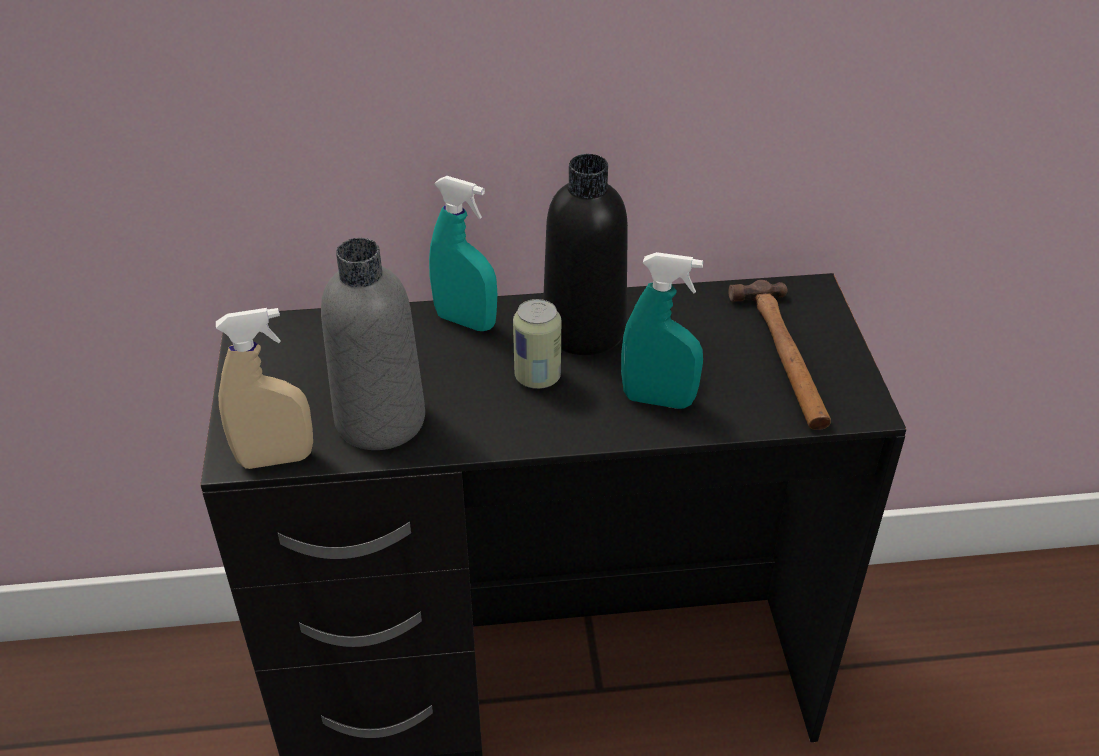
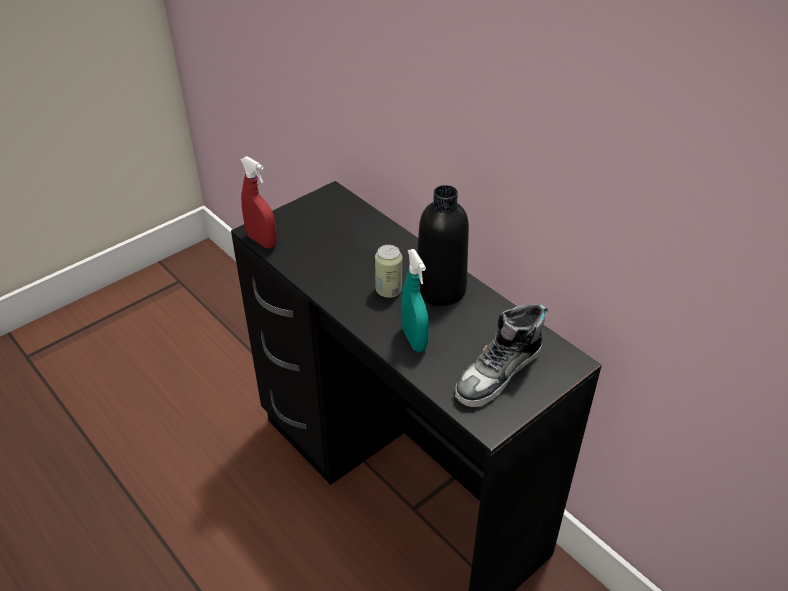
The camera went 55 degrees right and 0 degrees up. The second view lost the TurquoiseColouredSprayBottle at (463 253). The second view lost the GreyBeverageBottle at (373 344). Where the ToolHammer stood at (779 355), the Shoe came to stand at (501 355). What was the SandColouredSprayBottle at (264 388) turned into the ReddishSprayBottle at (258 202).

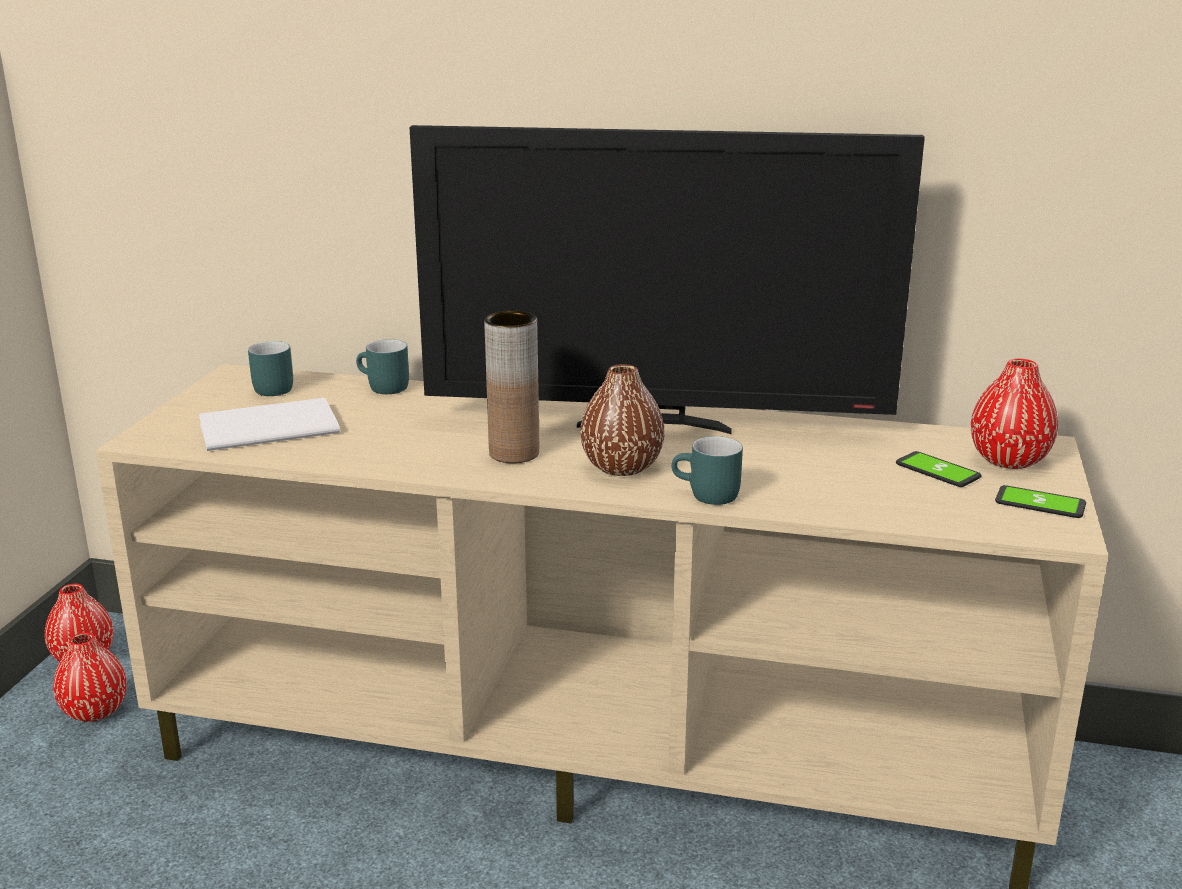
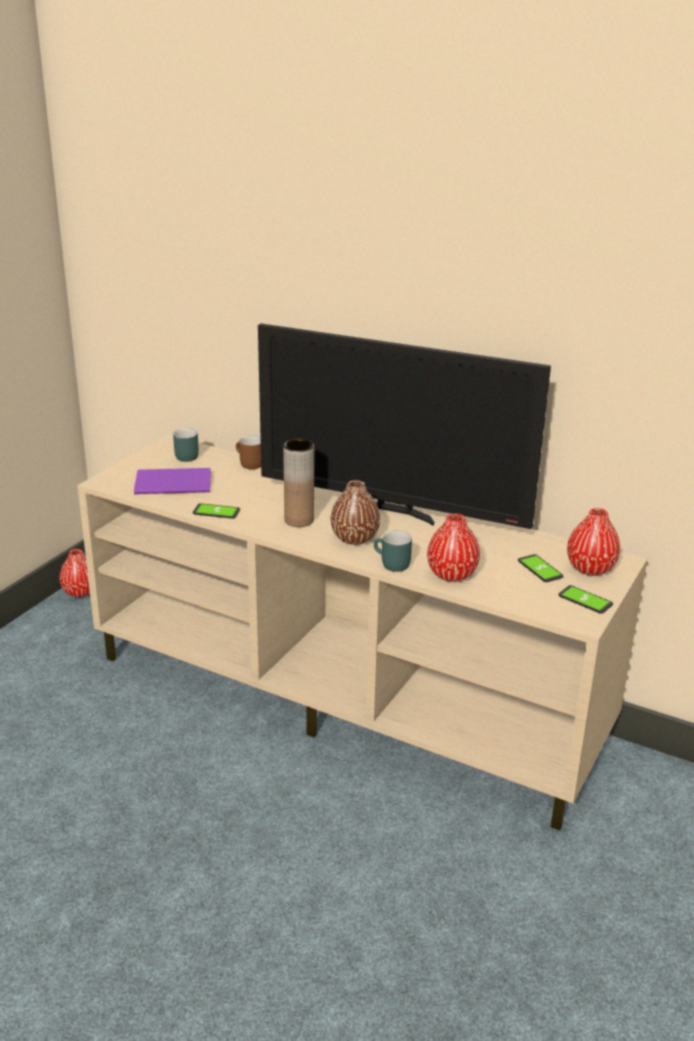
The camera went 15 degrees right and 5 degrees up. What was the TurquoiseColouredCoffeeMug at (382 366) turned into the BrownColouredCoffeeMug at (248 452). What was the WhiteColouredVolume at (269 424) turned into the PurpleVolume at (172 481). The ReddishVase ended up elsewhere, having gone from (90 677) to (453 547). The second view gained the Telephone at (216 511).

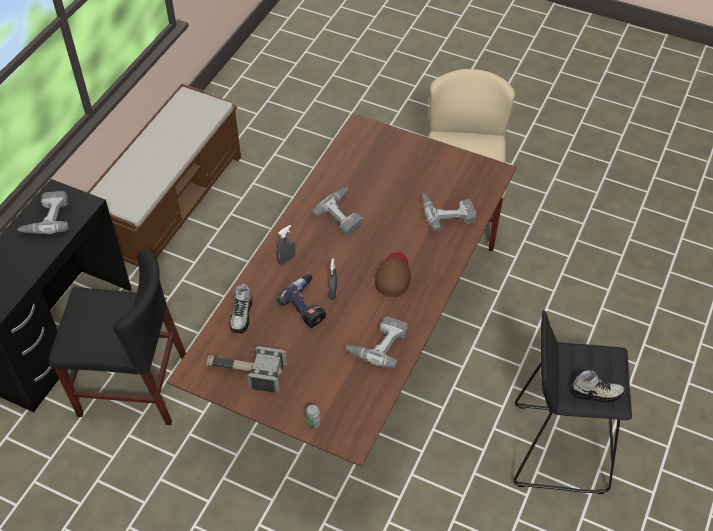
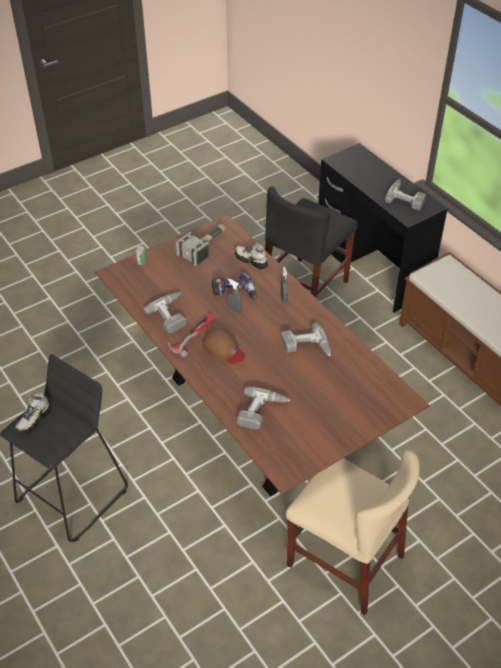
The camera went 120 degrees right and 5 degrees down. The second view gained the ToolHammer at (191 335).

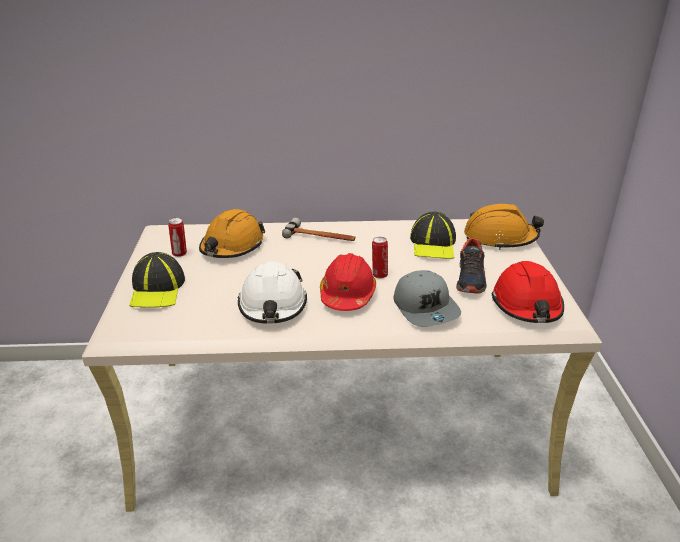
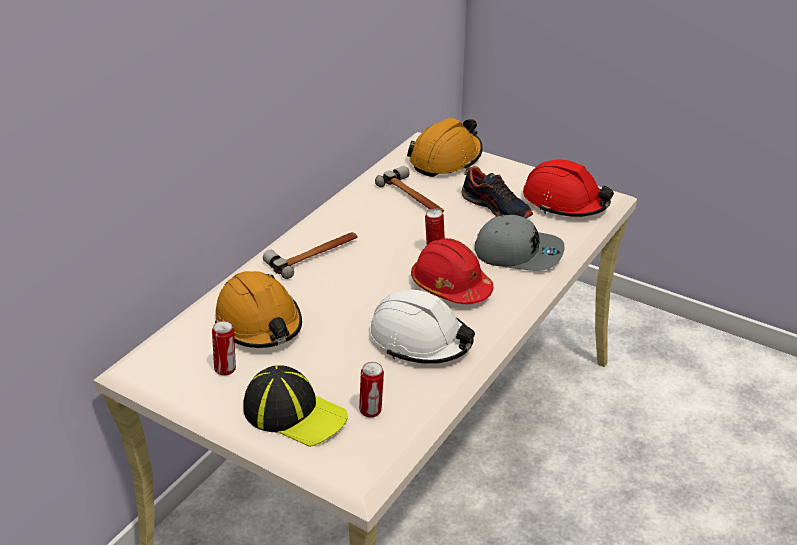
The camera went 55 degrees left and 5 degrees up. Where the BaseballCap stood at (433 235), the ToolHammer came to stand at (409 189). The second view gained the SealedCan at (371 390).

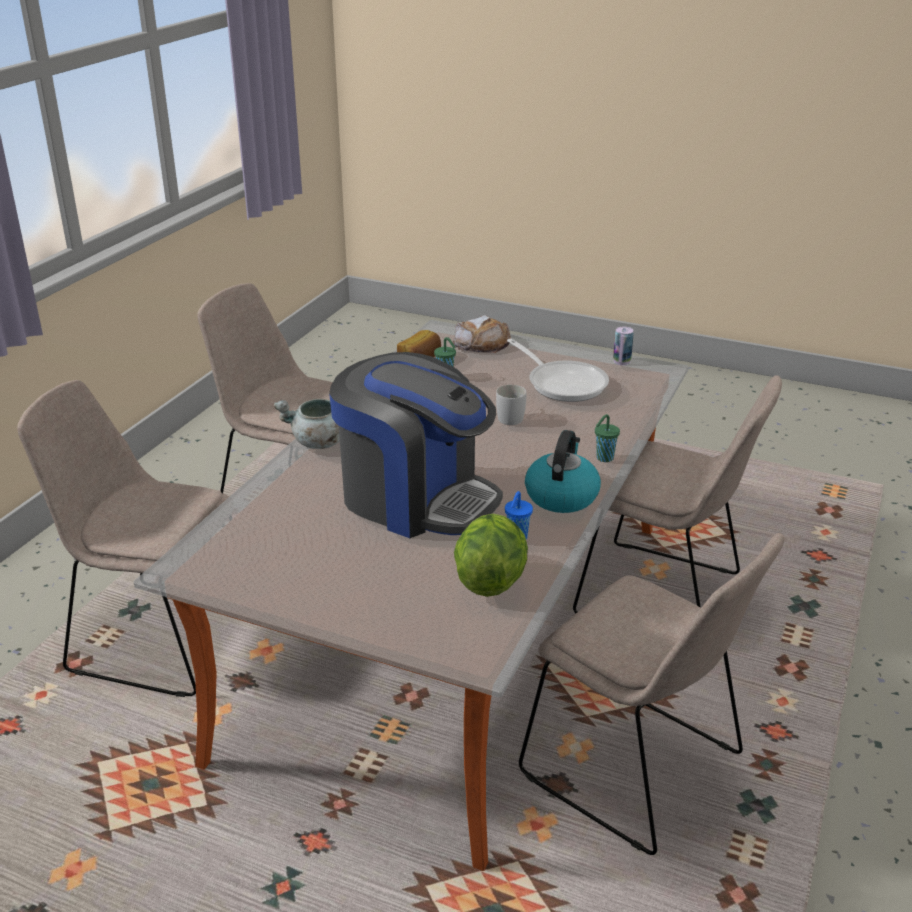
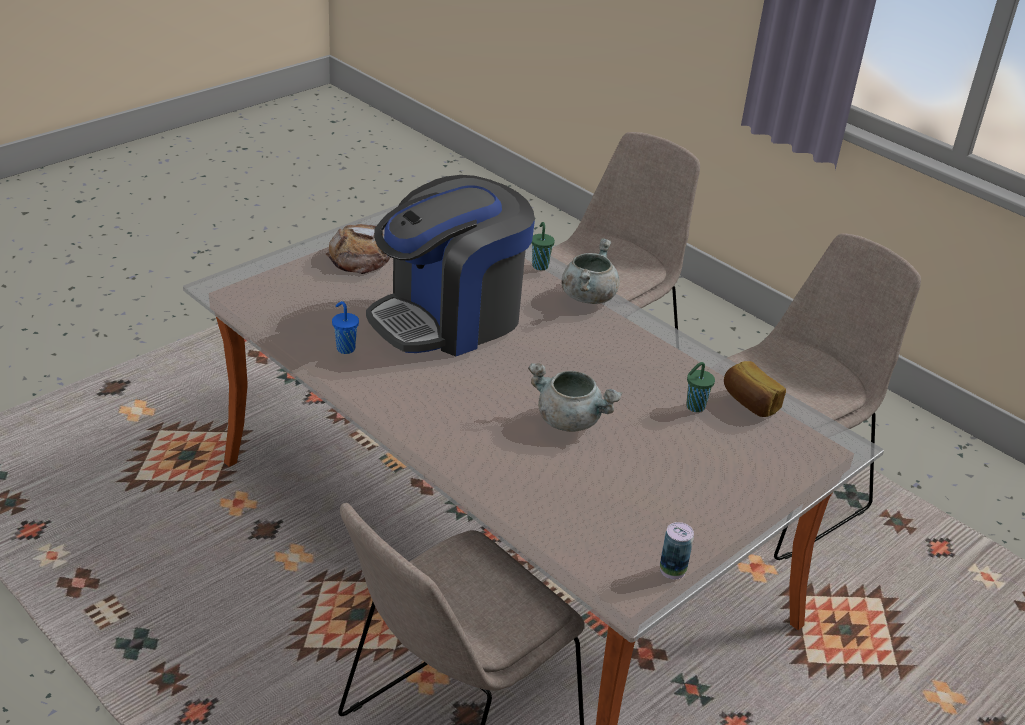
The camera went 110 degrees right and 5 degrees up. The Bread ended up elsewhere, having gone from (482 334) to (358 249). The second view lost the Skillet at (558 370). Where the WhiteColouredCoffeeMug stood at (511 405), the GreyStockpot came to stand at (575 397). The GreenColouredDrinkingCup ended up elsewhere, having gone from (607 438) to (543 246). The second view lost the Kettle at (563 471). The second view lost the LettuceHead at (491 555). The second view lost the SandColouredUprightChair at (651 694).

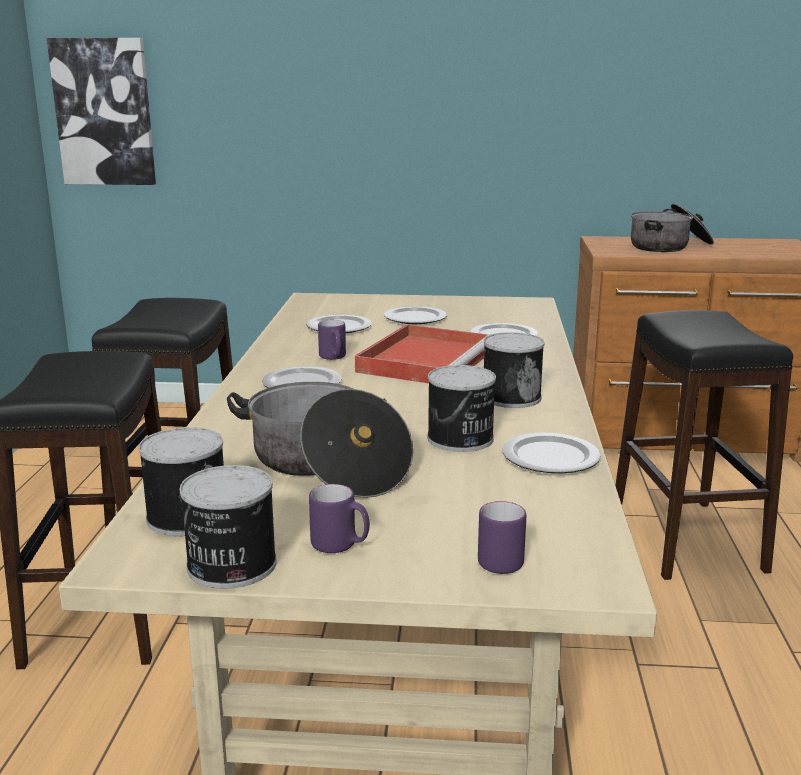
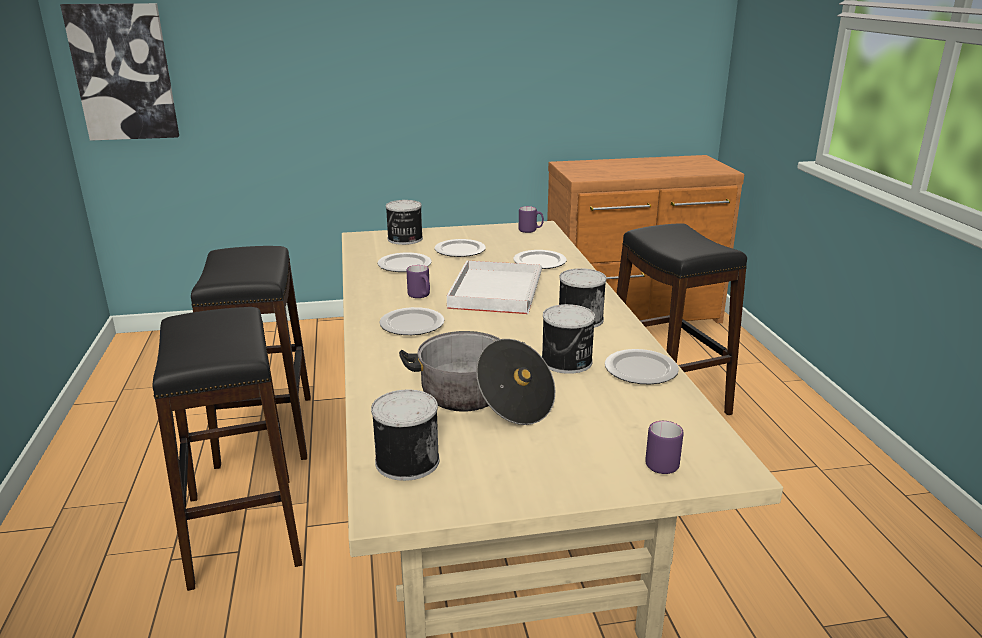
The camera went 15 degrees left and 5 degrees up. The second view lost the Stockpot at (672 228). What was the ReddishServingTray at (423 353) turned into the WhiteColouredServingTray at (494 287). The SealedCan ended up elsewhere, having gone from (228 527) to (404 222). The PurpleCoffeeMug ended up elsewhere, having gone from (339 518) to (531 219).

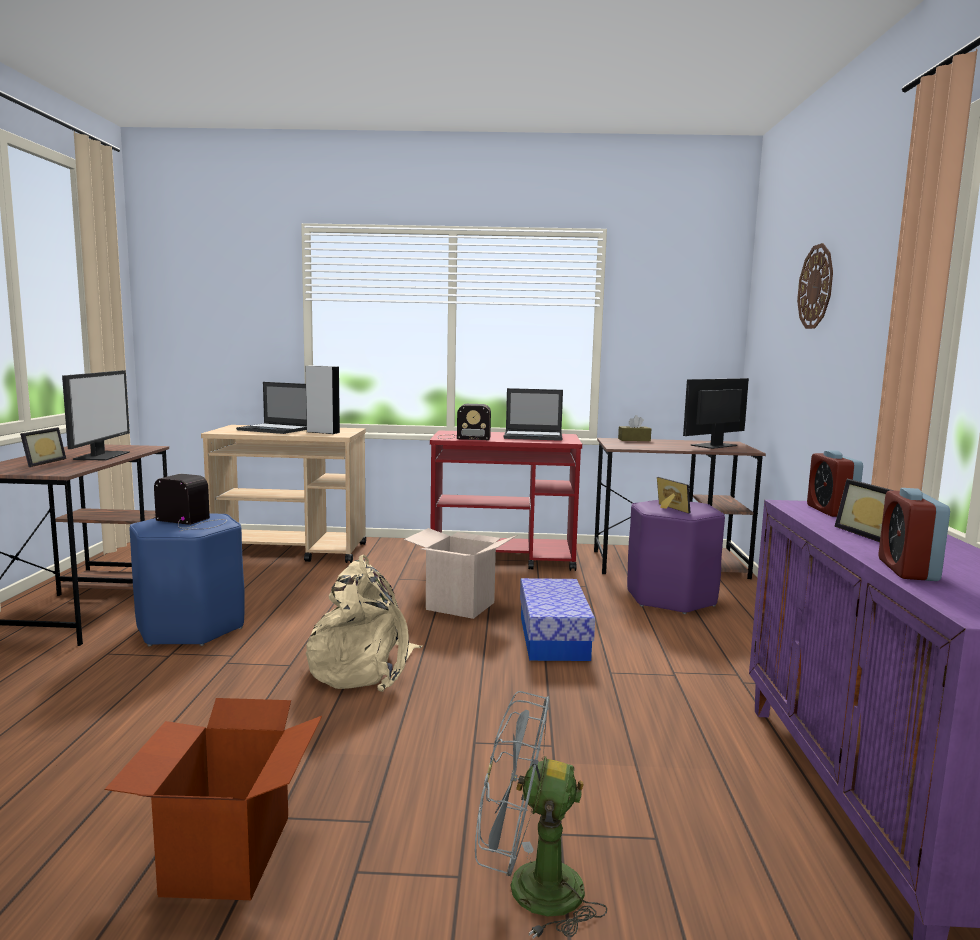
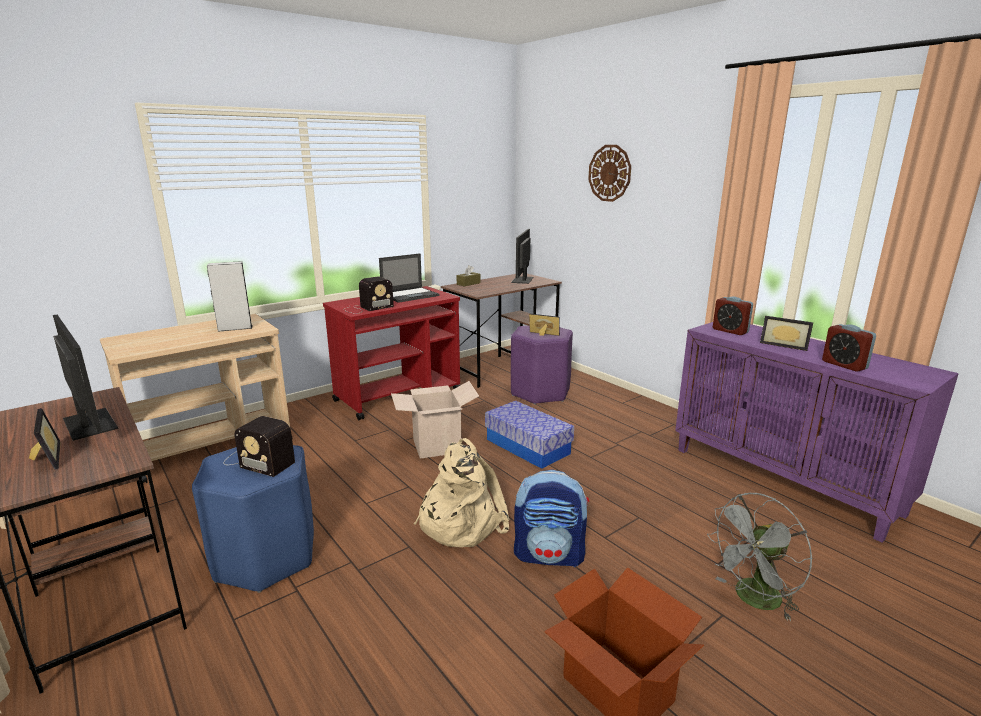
The camera went 40 degrees left and 10 degrees up. The second view lost the Laptop at (271 408). The Radio at (190 502) ended up facing another way, 135 degrees counterclockwise from before. The second view gained the Rucksack at (551 518).

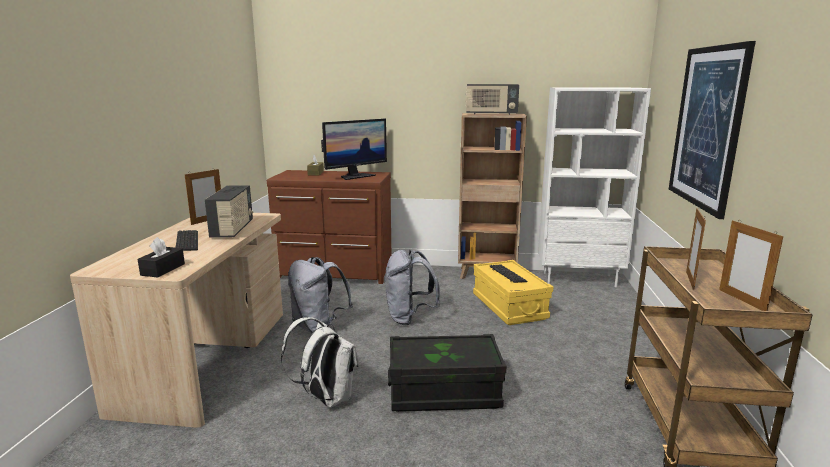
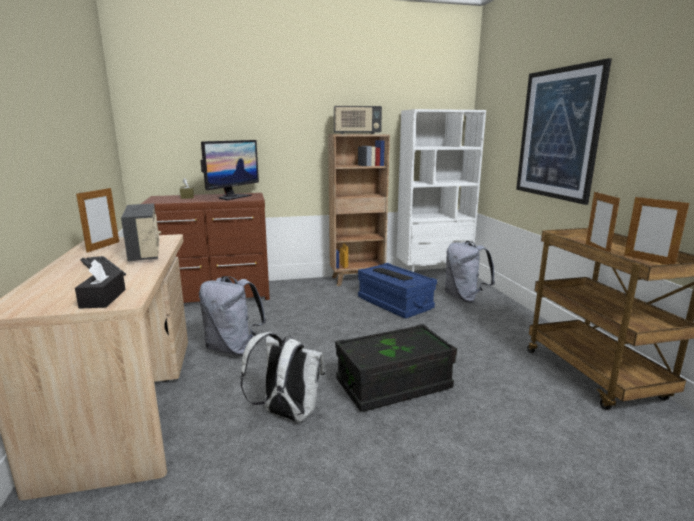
The camera went 20 degrees left and 0 degrees up. The GreyRucksack ended up elsewhere, having gone from (412 287) to (470 272). What was the YellowishStorageContainer at (513 292) turned into the BlueColouredStorageContainer at (397 290).

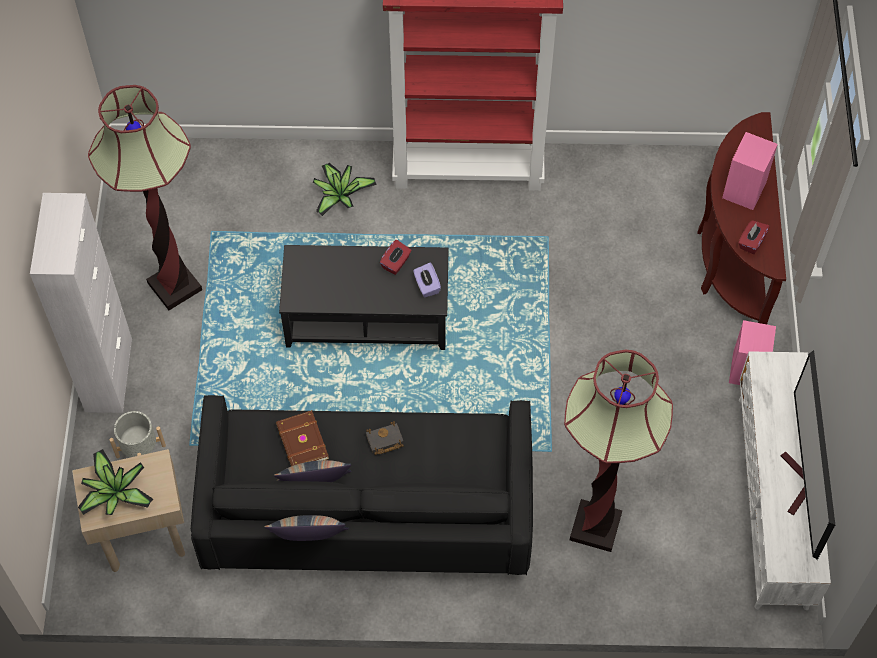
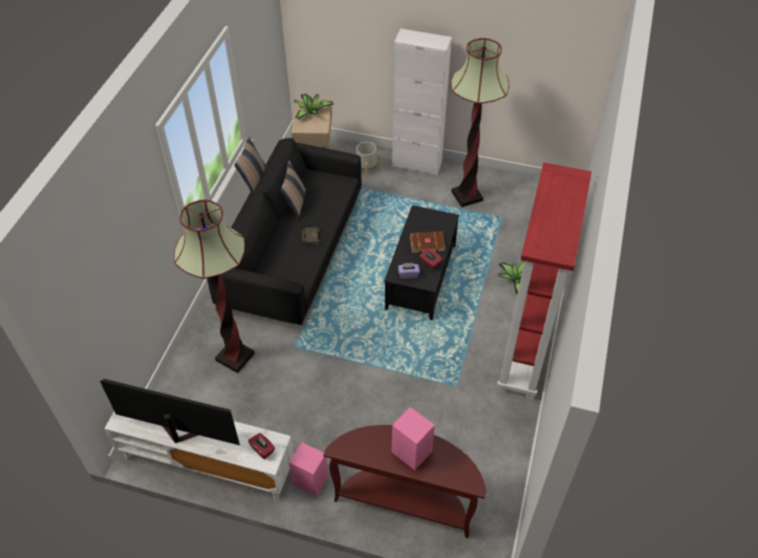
The camera went 105 degrees right and 10 degrees down. The ReddishBoxOfTissues ended up elsewhere, having gone from (754 237) to (261 446). The BrownColouredVolume ended up elsewhere, having gone from (302 438) to (428 242).

